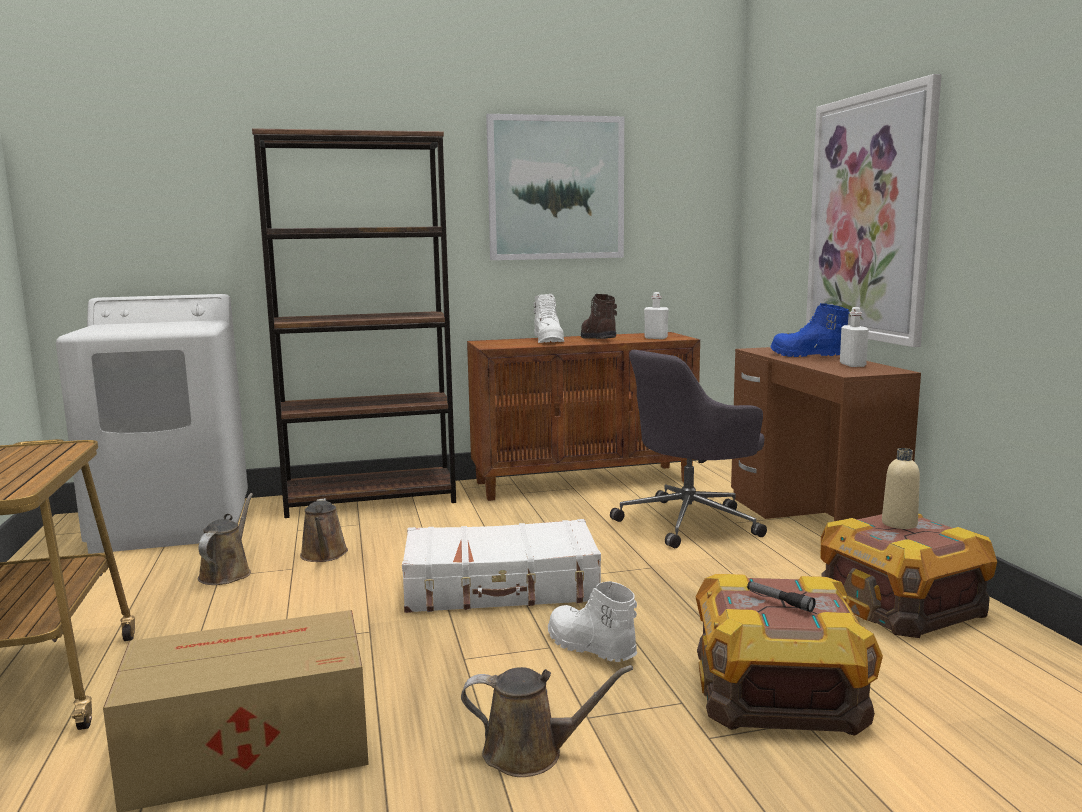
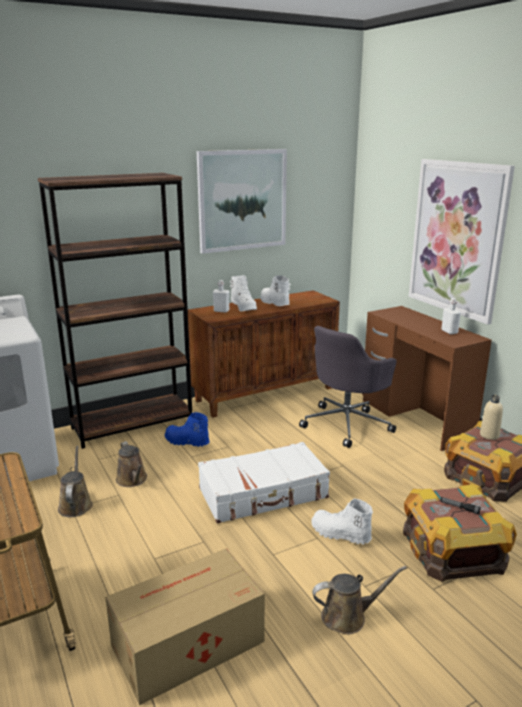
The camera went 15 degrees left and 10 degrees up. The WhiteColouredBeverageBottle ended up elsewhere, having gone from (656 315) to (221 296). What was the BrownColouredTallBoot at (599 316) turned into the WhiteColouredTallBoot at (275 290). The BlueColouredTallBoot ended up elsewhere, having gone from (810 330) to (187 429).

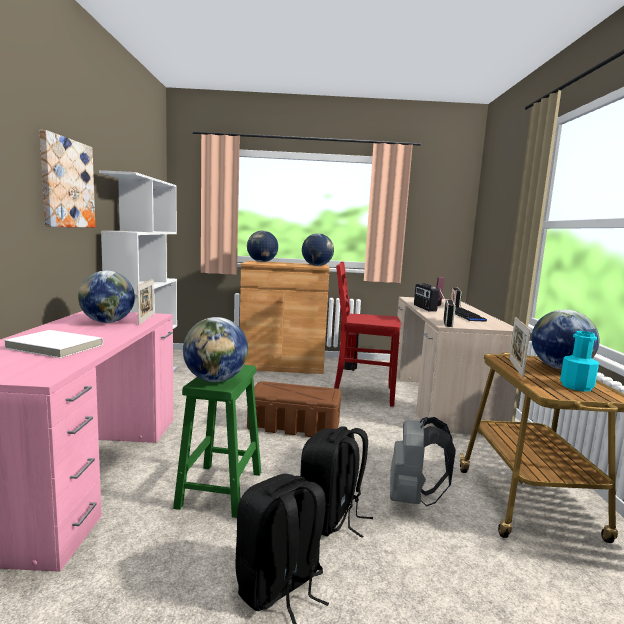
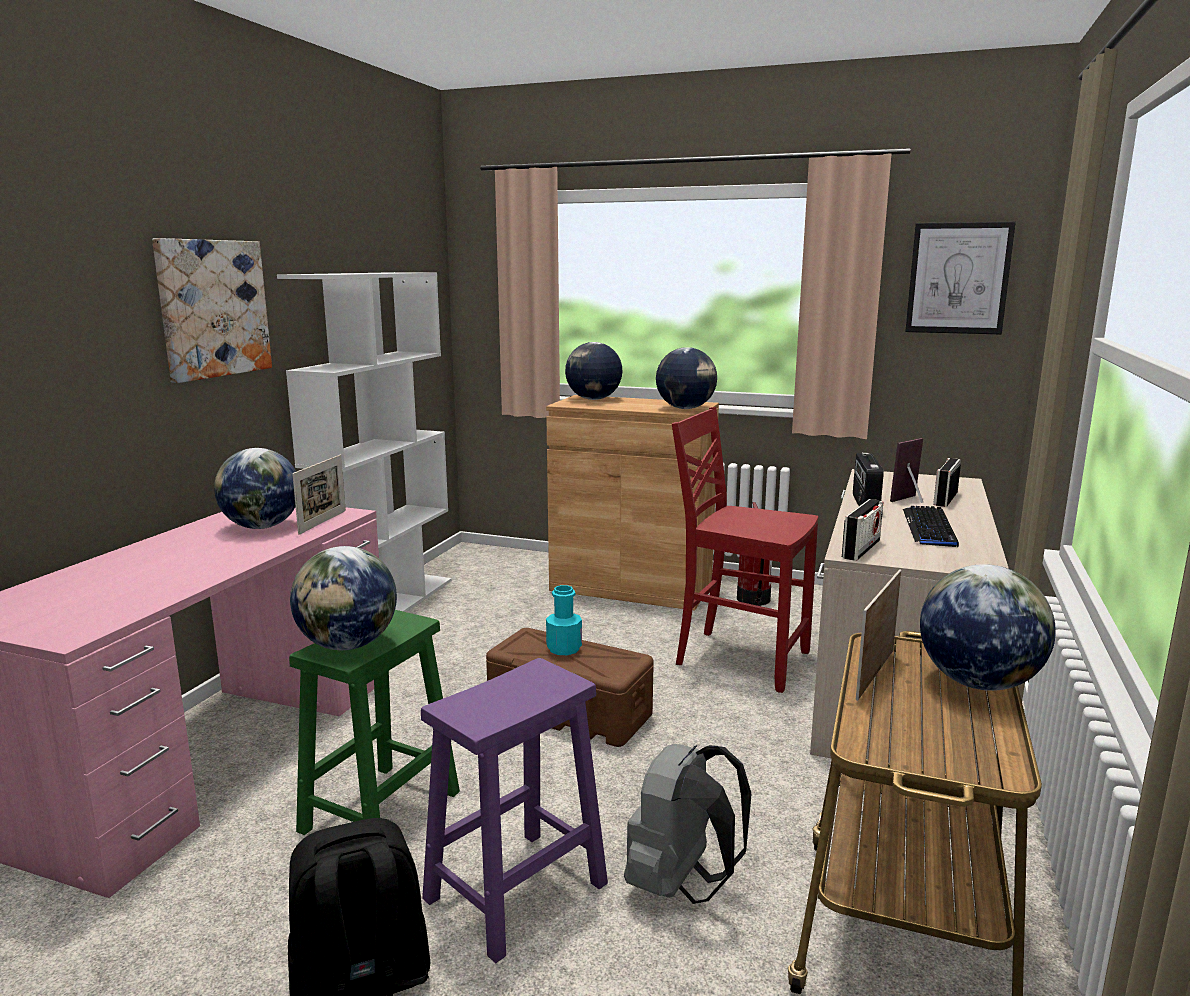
The camera went 20 degrees right and 5 degrees up. The second view lost the WhiteColouredVolume at (53 344). The TurquoiseColouredBeverageBottle ended up elsewhere, having gone from (579 361) to (564 620). Where the BlackRucksack stood at (336 482), the PurpleStoolSeat came to stand at (514 810). The second view gained the WallPicture at (960 278).

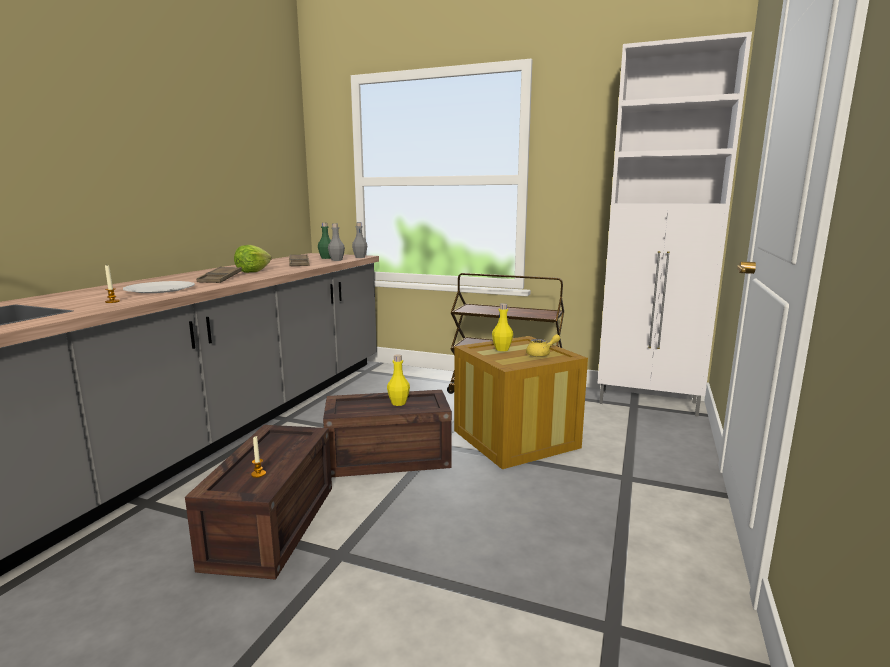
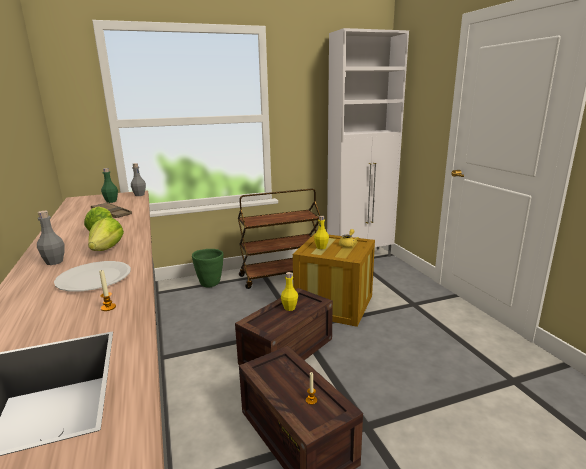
The camera went 40 degrees left and 5 degrees up. The GreyBeverageBottle ended up elsewhere, having gone from (336 242) to (51 238). Where the BrownColouredServingTray stood at (219 274), the LettuceHead came to stand at (106 234). The second view gained the GreenColouredFlowerPot at (207 268).

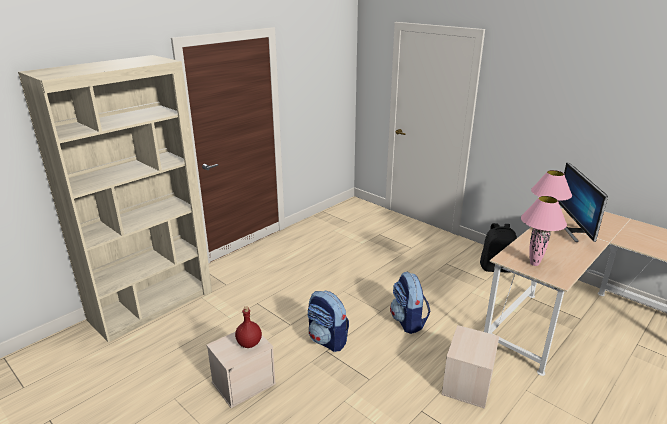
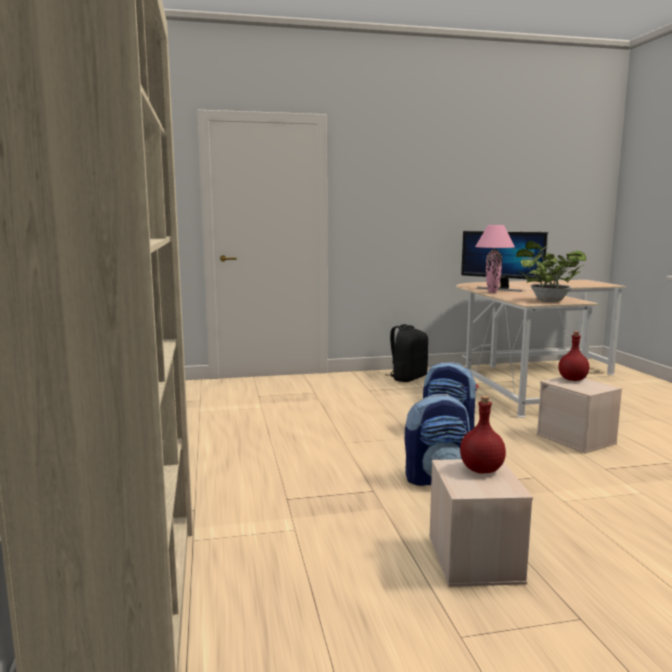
The camera went 55 degrees left and 15 degrees down. Where the PinkishTableLamp stood at (544 231), the PlantInAPot came to stand at (551 271). The second view gained the ReddishBeverageBottle at (573 356).

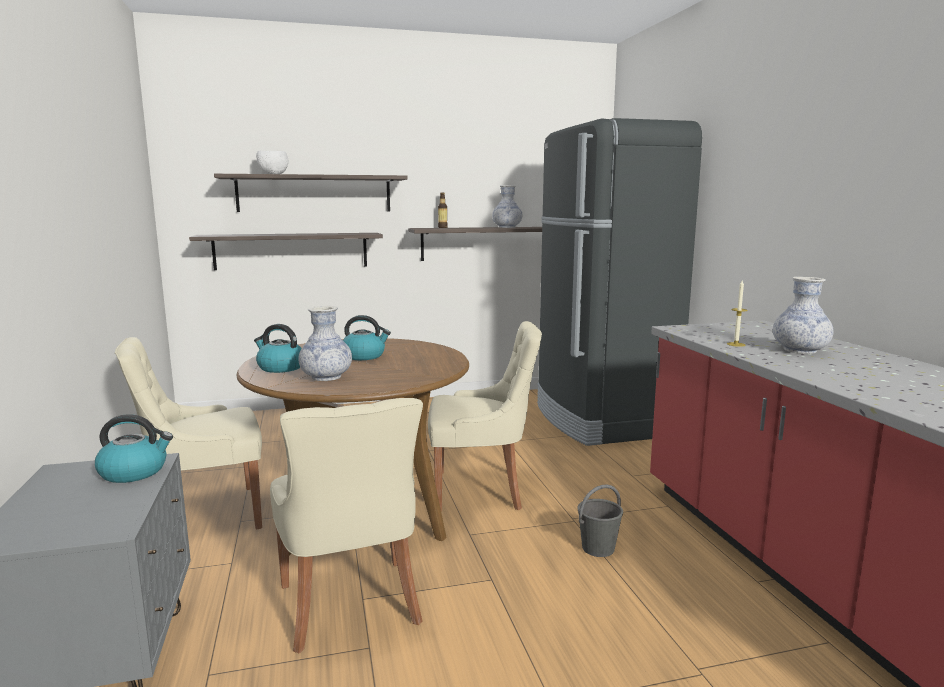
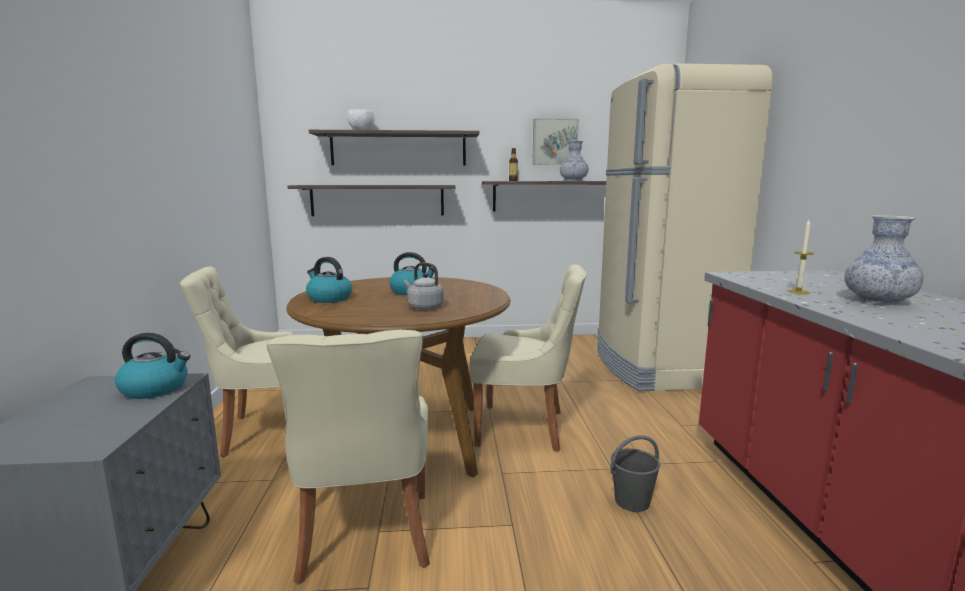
The camera went 10 degrees right and 0 degrees up. What was the BlackKitchenFridge at (619 282) turned into the SandColouredKitchenFridge at (685 227). The second view lost the Vase at (325 343). The second view gained the WallPicture at (555 141). The second view gained the GreyKettle at (424 286).

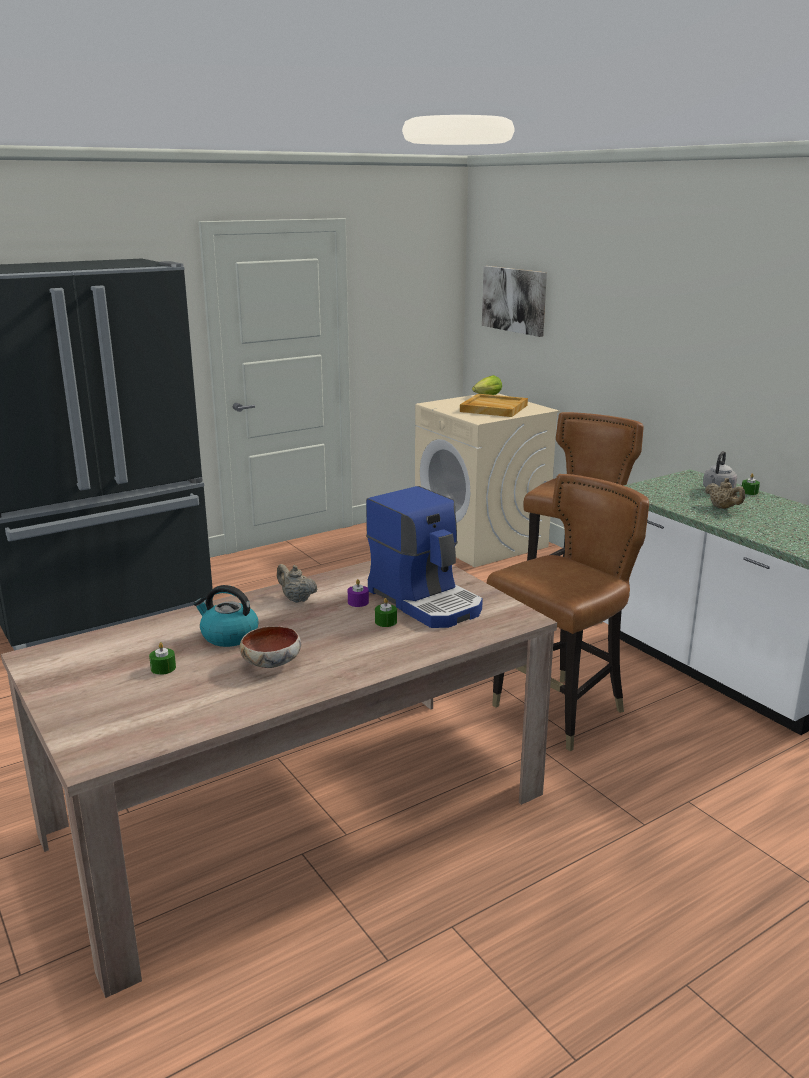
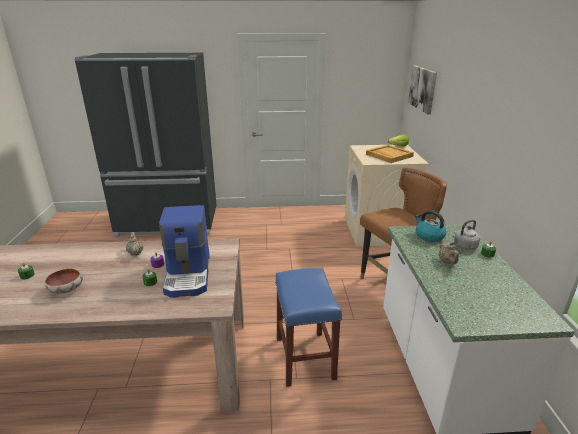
The camera went 30 degrees right and 5 degrees up. Where the BrownColouredUprightChair stood at (568 612), the BlueColouredStoolSeat came to stand at (308 327). The Kettle ended up elsewhere, having gone from (226 616) to (430 226).

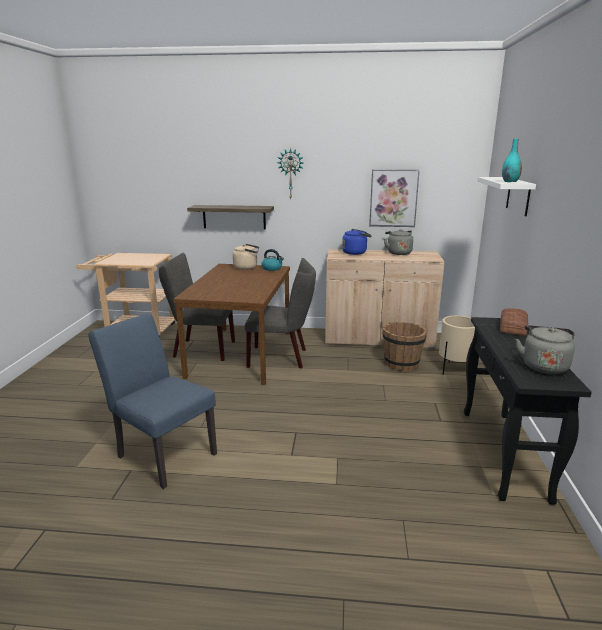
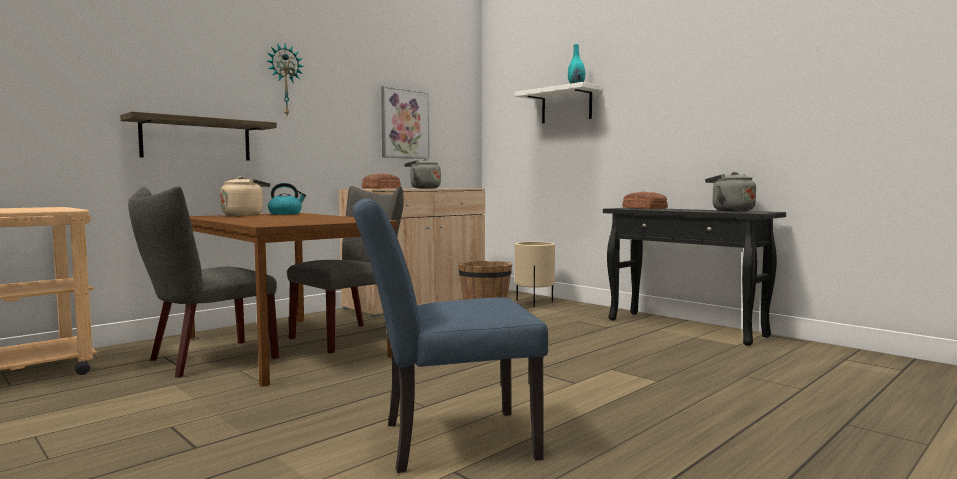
The camera went 50 degrees left and 15 degrees down. Where the BlueColouredKettle stood at (357 242), the Bread came to stand at (381 181).

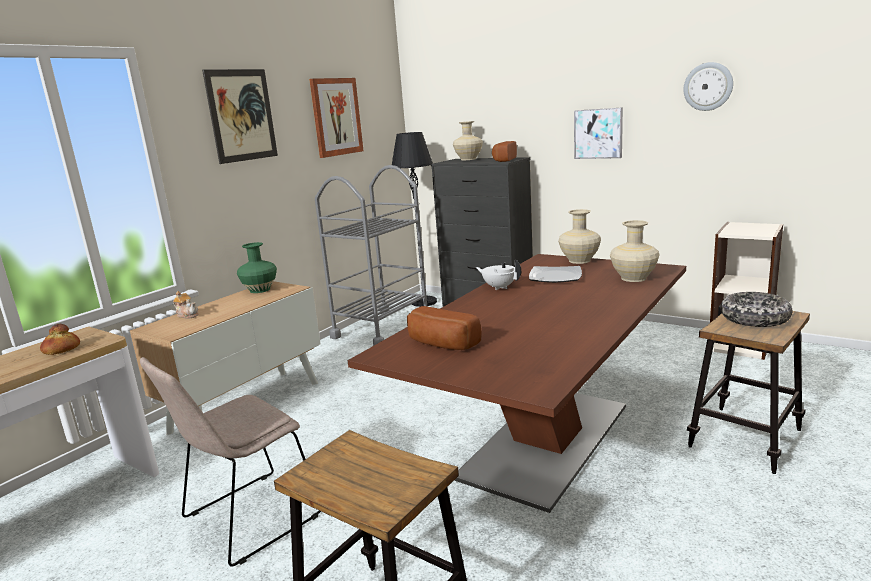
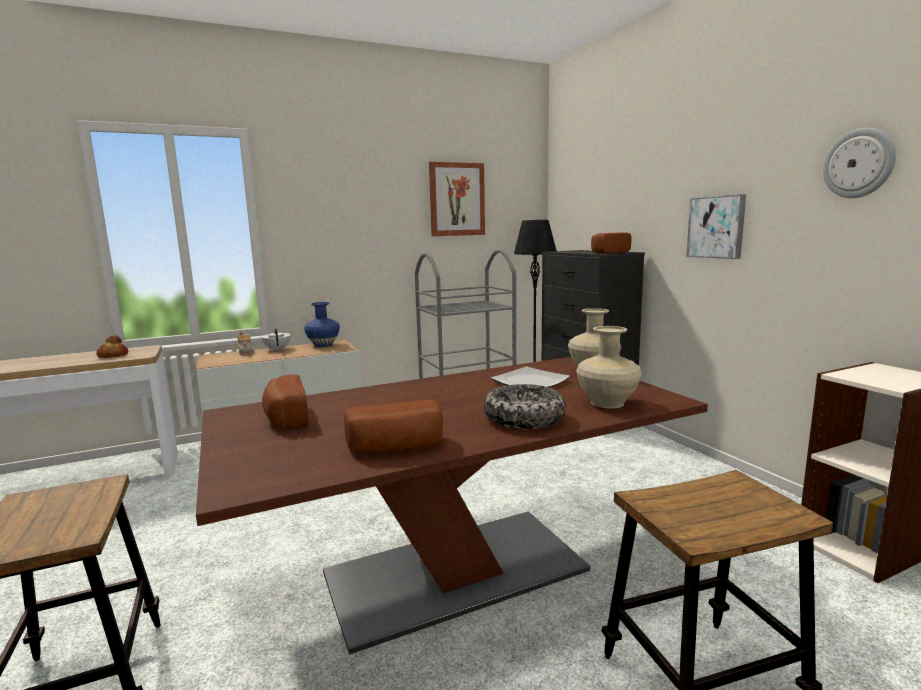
The camera went 30 degrees right and 5 degrees down. The second view lost the WallPicture at (240 116). The second view lost the SandColouredVase at (468 140). What was the GreenColouredVase at (257 267) turned into the BlueColouredVase at (322 324). The WhiteColouredPotForTea ended up elsewhere, having gone from (498 274) to (276 339). The DeepDish ended up elsewhere, having gone from (756 309) to (524 406). The second view lost the SandColouredUprightChair at (230 462). The second view gained the Bread at (393 427).

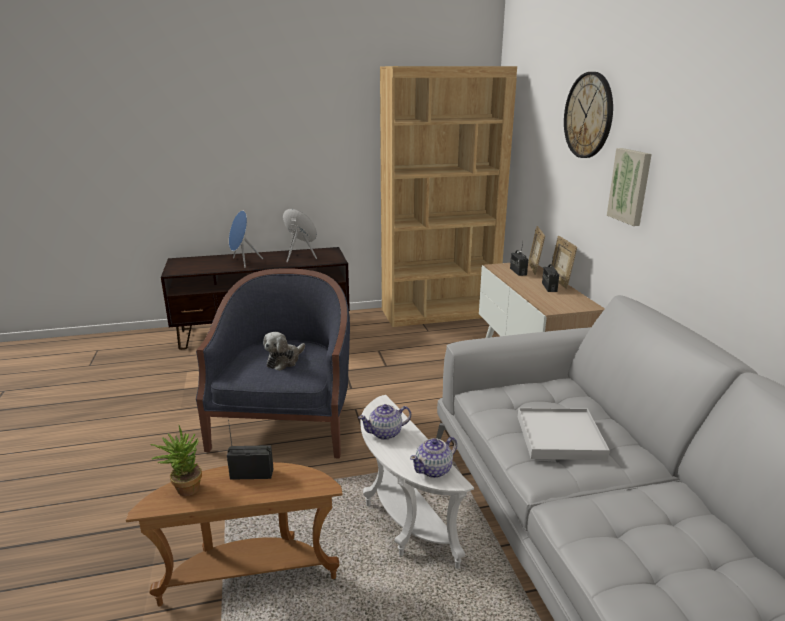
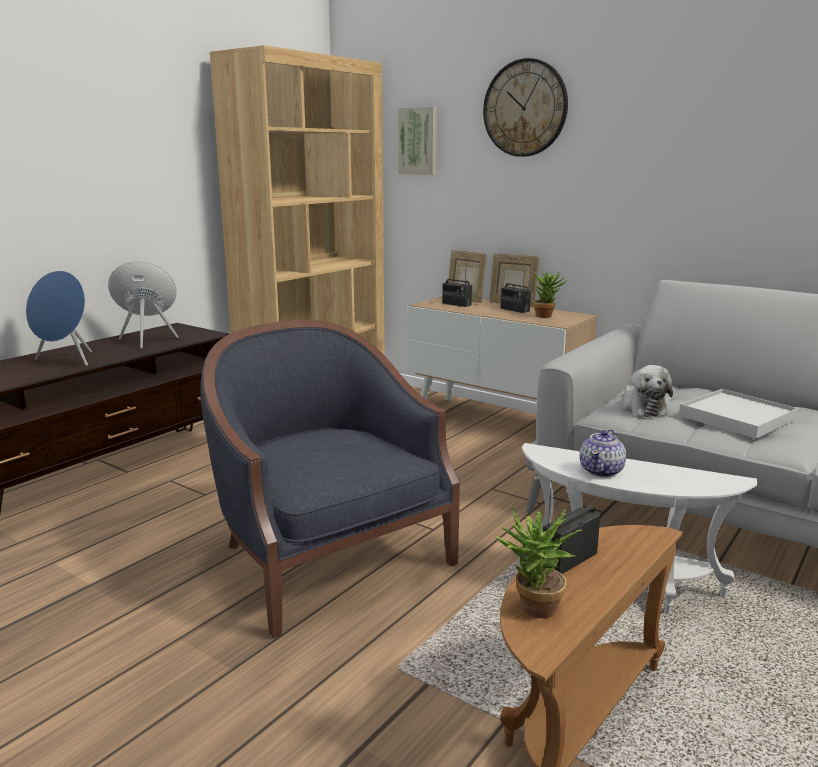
The camera went 40 degrees left and 5 degrees down. The WallPicture ended up elsewhere, having gone from (629 187) to (417 141). The PlushToy ended up elsewhere, having gone from (284 351) to (647 391). The second view lost the PotForTea at (433 457). The second view gained the PlantInAPot at (550 294).

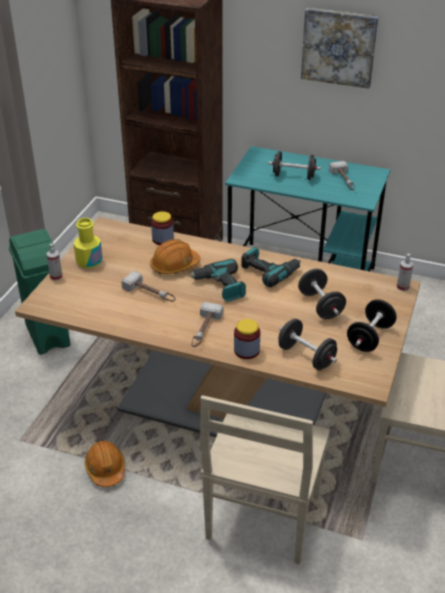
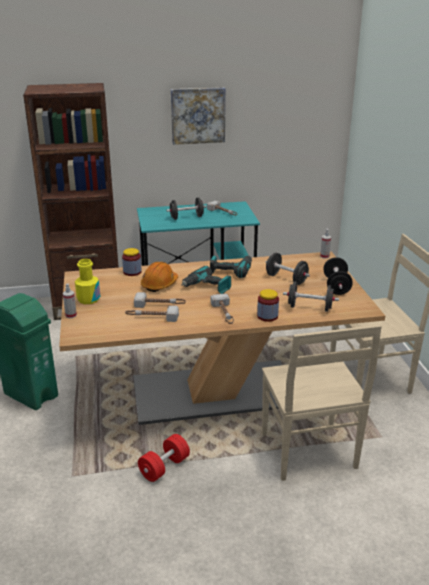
The camera went 30 degrees left and 10 degrees down. Where the OrangeHardHat stood at (105 464), the ReddishFreeWeight came to stand at (164 458). The second view gained the ToolHammer at (152 313).

